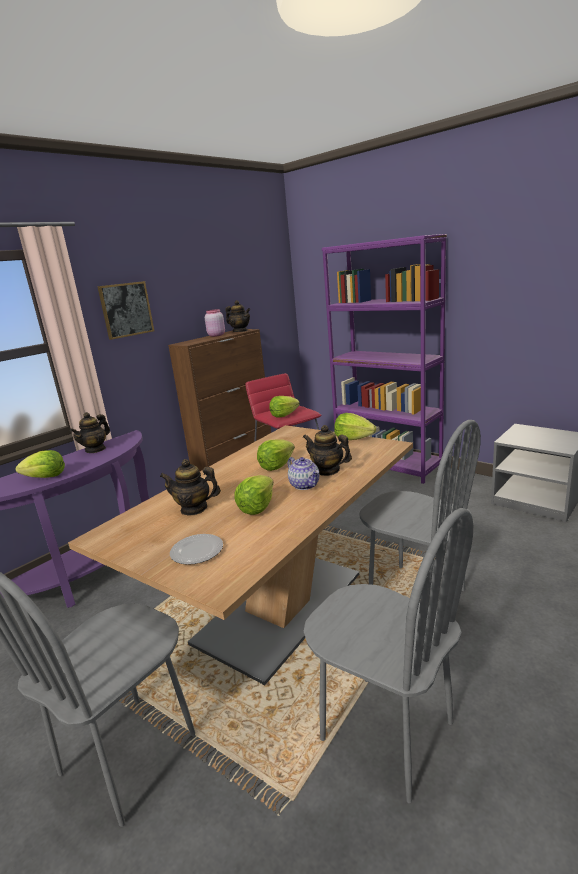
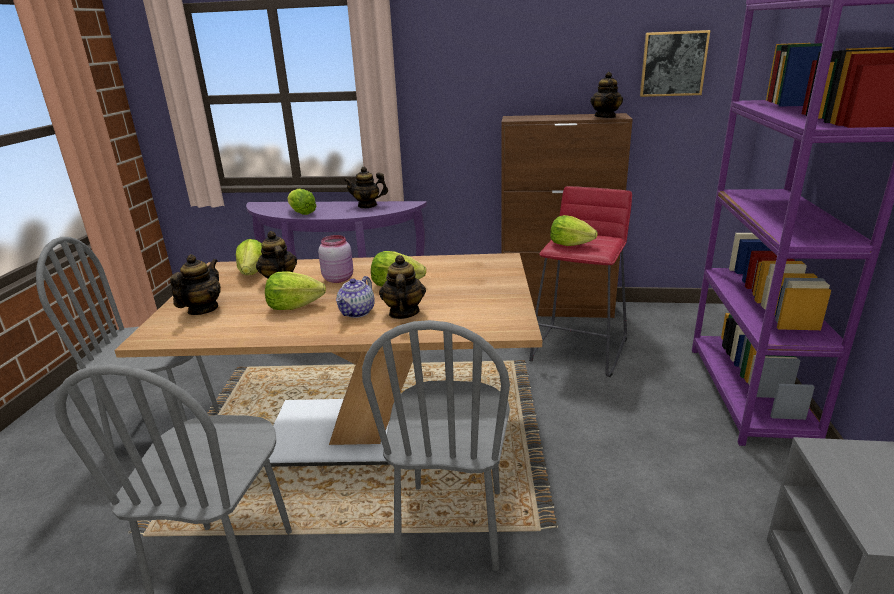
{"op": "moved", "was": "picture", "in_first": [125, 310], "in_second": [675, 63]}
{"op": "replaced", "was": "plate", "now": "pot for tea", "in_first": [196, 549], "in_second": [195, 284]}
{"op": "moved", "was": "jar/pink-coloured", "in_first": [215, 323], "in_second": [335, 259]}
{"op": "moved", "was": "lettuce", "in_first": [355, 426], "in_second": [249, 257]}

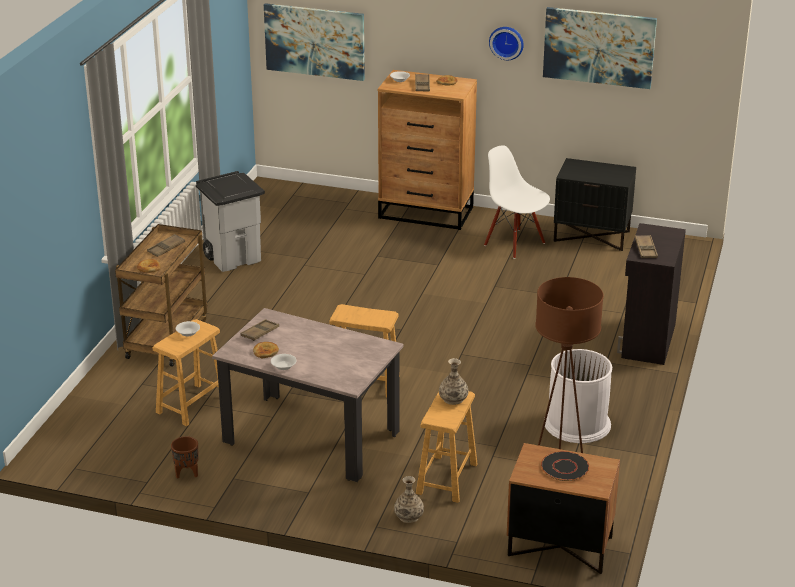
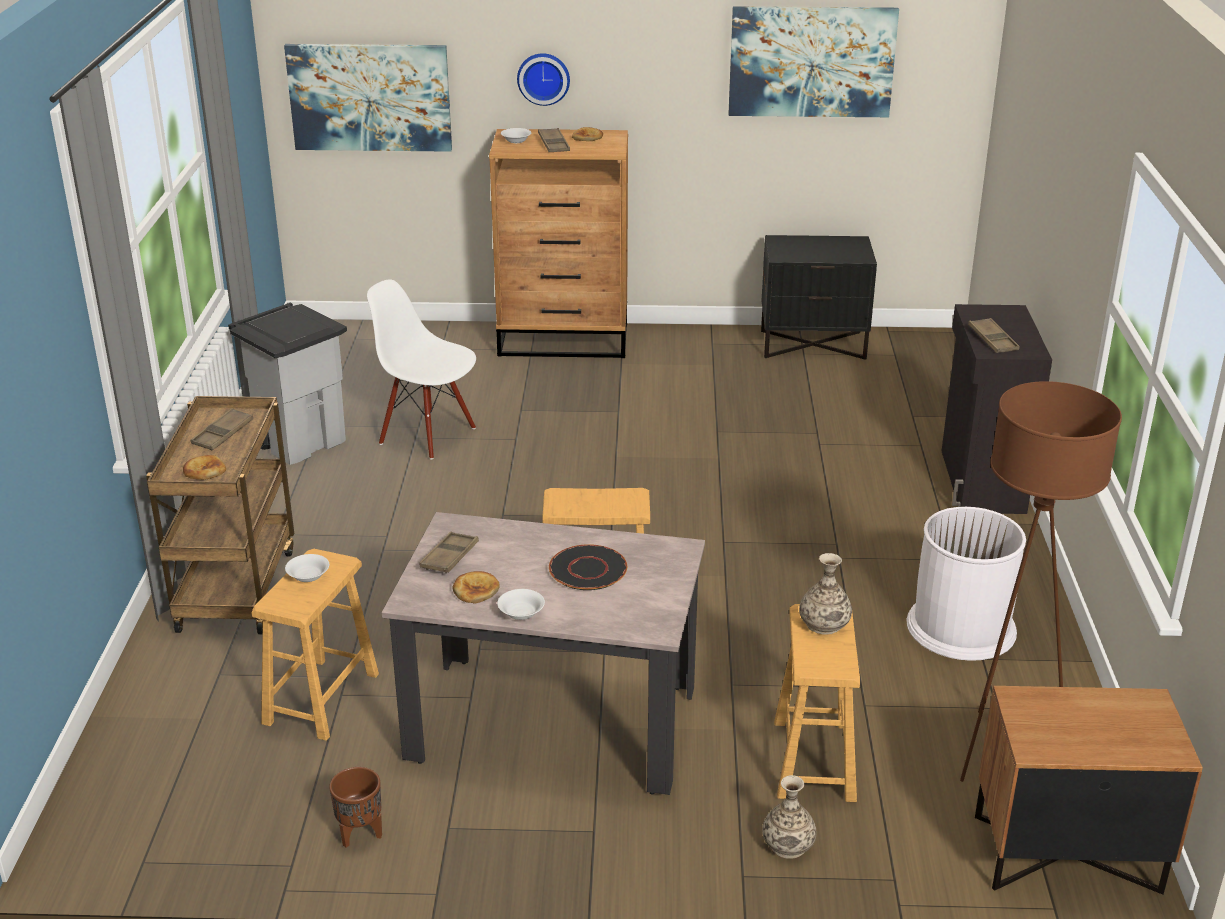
{"op": "moved", "was": "plain chair/white-coloured", "in_first": [517, 202], "in_second": [421, 369]}
{"op": "moved", "was": "wall clock", "in_first": [506, 43], "in_second": [543, 79]}
{"op": "moved", "was": "plate/black-coloured", "in_first": [565, 466], "in_second": [588, 567]}

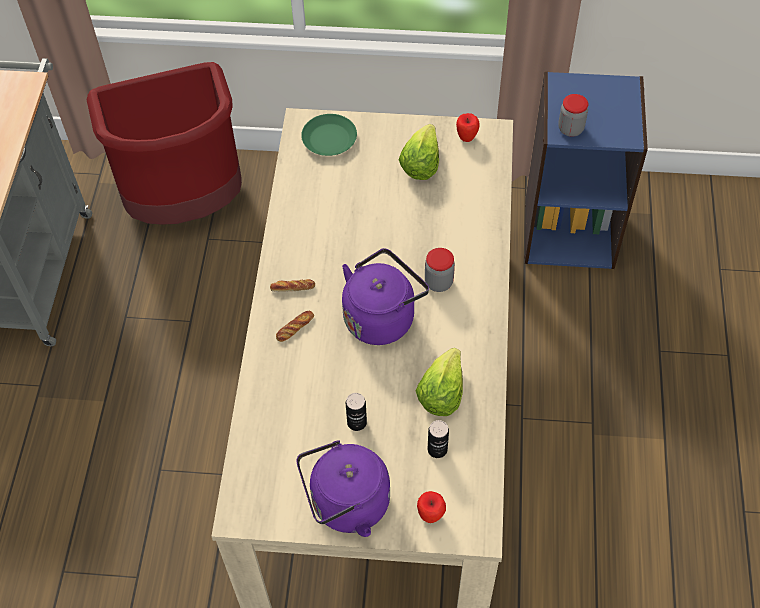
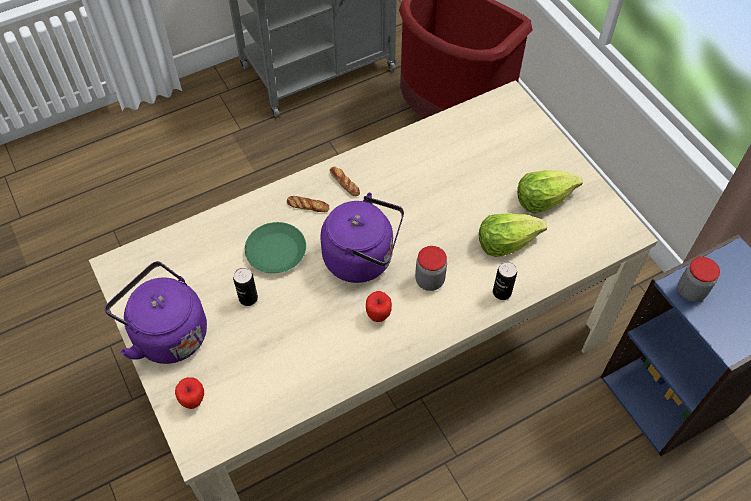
{"op": "moved", "was": "plate/green", "in_first": [329, 135], "in_second": [275, 248]}
{"op": "moved", "was": "lettuce", "in_first": [439, 382], "in_second": [513, 235]}
{"op": "moved", "was": "sealed can", "in_first": [438, 439], "in_second": [505, 281]}
{"op": "moved", "was": "apple", "in_first": [468, 127], "in_second": [379, 306]}

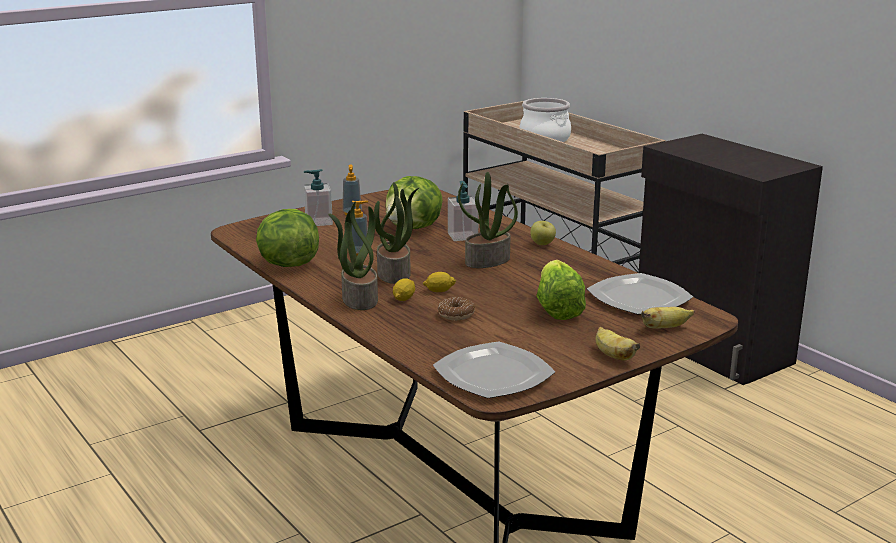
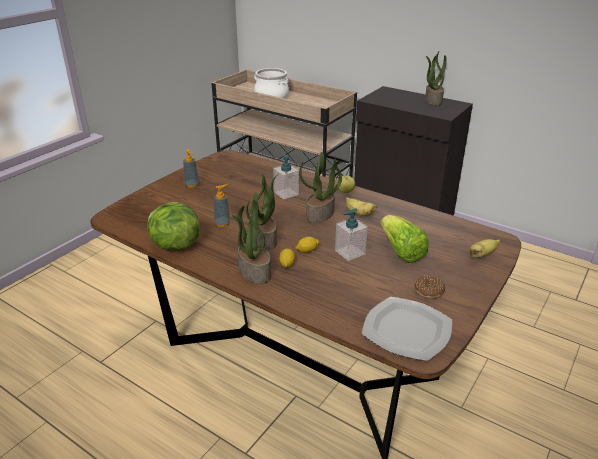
{"op": "moved", "was": "soap bottle", "in_first": [318, 197], "in_second": [351, 234]}
{"op": "removed", "was": "lettuce", "in_first": [414, 202]}
{"op": "moved", "was": "ring doughnut", "in_first": [456, 308], "in_second": [429, 287]}
{"op": "removed", "was": "plate", "in_first": [640, 293]}
{"op": "moved", "was": "banana fruit", "in_first": [617, 343], "in_second": [361, 206]}
{"op": "added", "now": "plant in a pot", "in_second": [436, 78]}

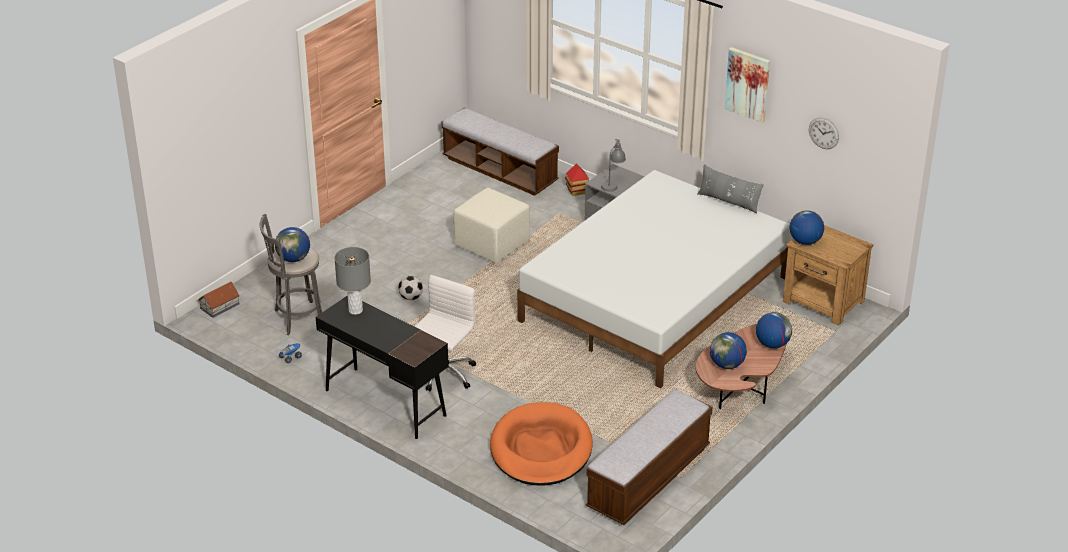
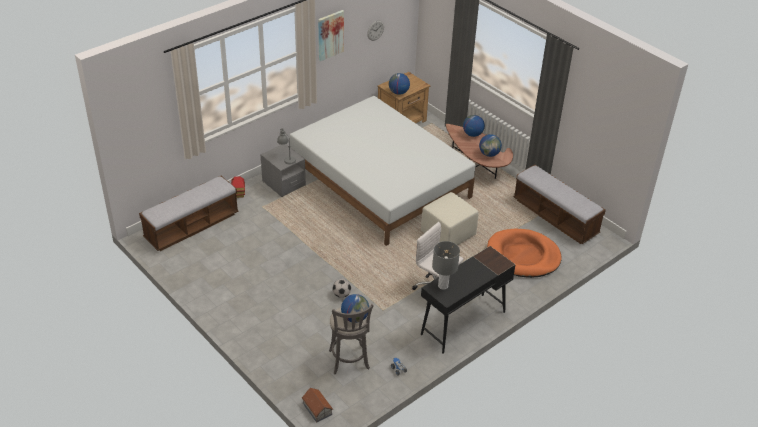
{"op": "moved", "was": "ottoman/beige-coloured", "in_first": [491, 226], "in_second": [449, 218]}
{"op": "removed", "was": "throw pillow/grey", "in_first": [730, 189]}

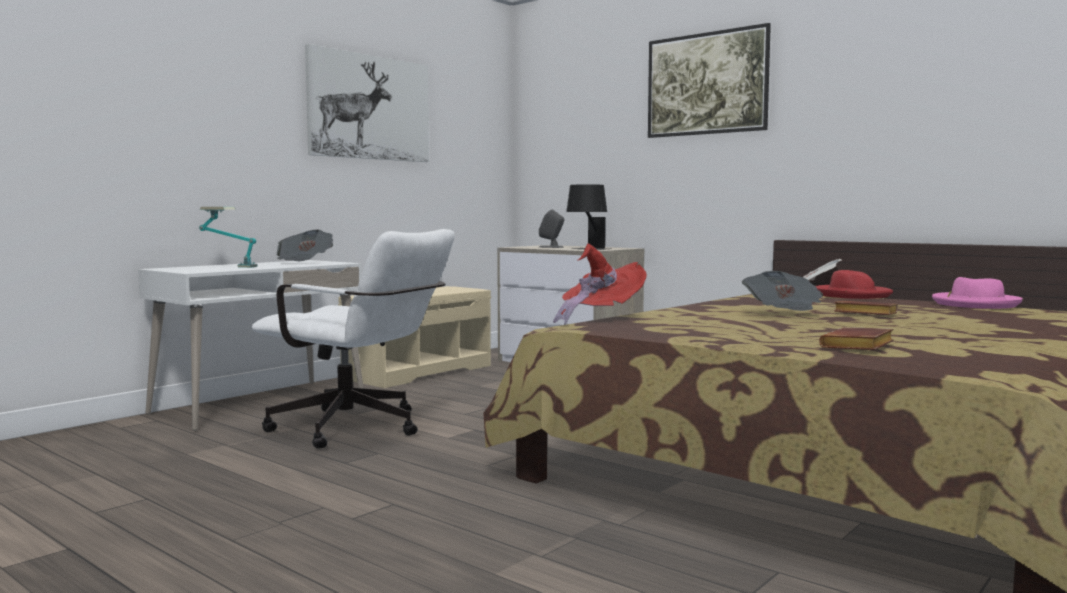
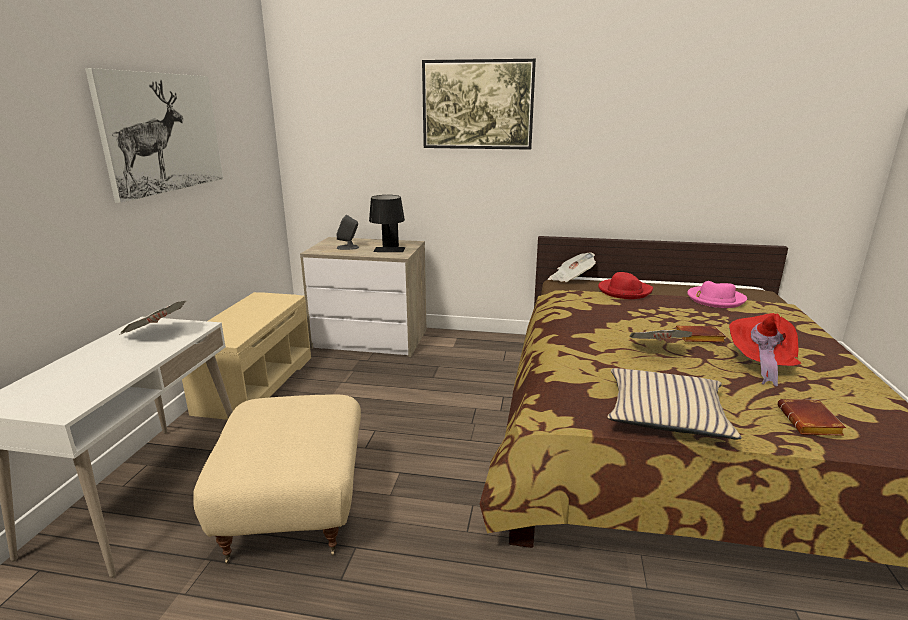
{"op": "removed", "was": "tabletop lamp", "in_first": [228, 237]}
{"op": "replaced", "was": "office chair/white-coloured", "now": "ottoman/beige-coloured", "in_first": [353, 339], "in_second": [277, 479]}
{"op": "moved", "was": "wearable hat/red-coloured", "in_first": [600, 284], "in_second": [765, 349]}
{"op": "added", "now": "throw pillow/beige-coloured", "in_second": [674, 403]}

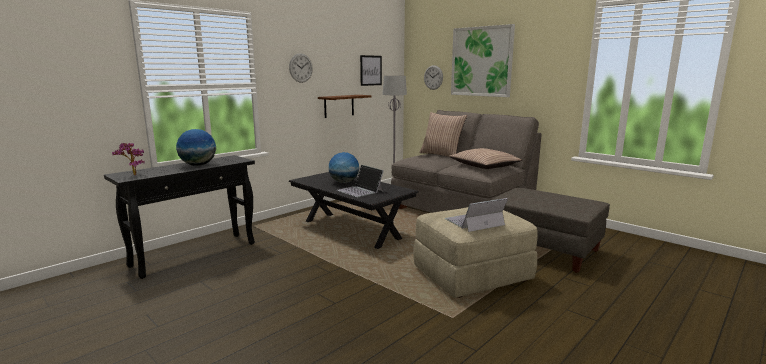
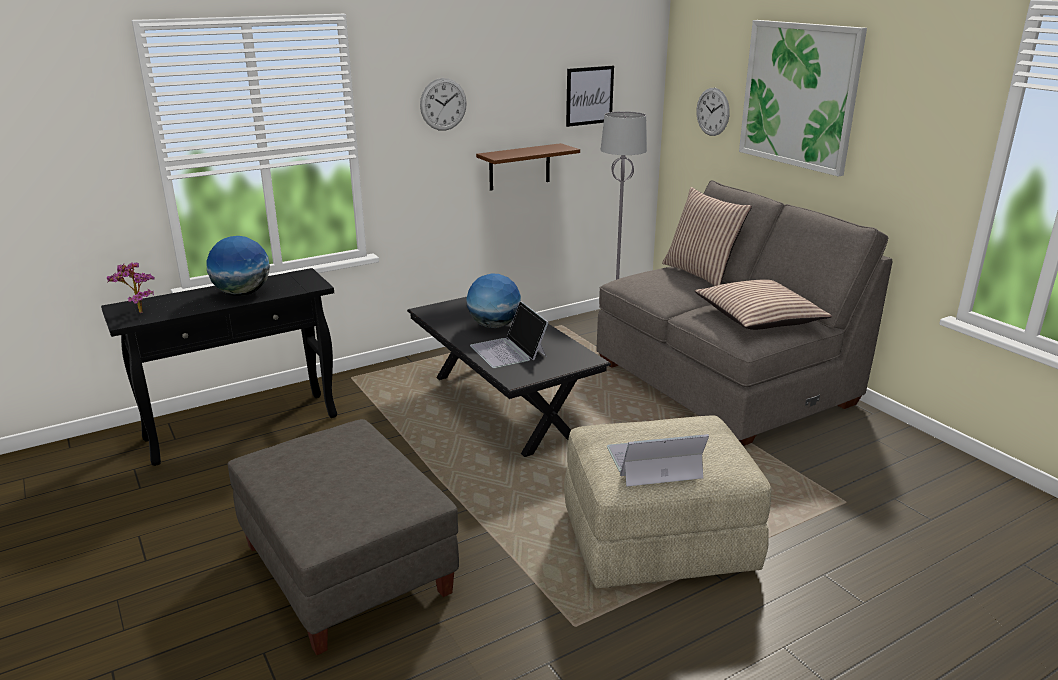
{"op": "moved", "was": "ottoman/grey", "in_first": [550, 230], "in_second": [343, 537]}

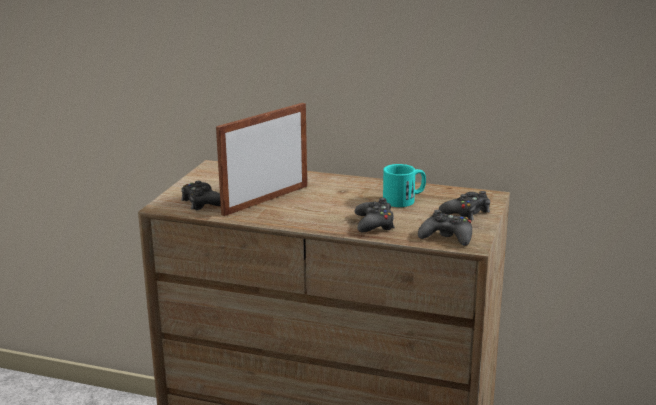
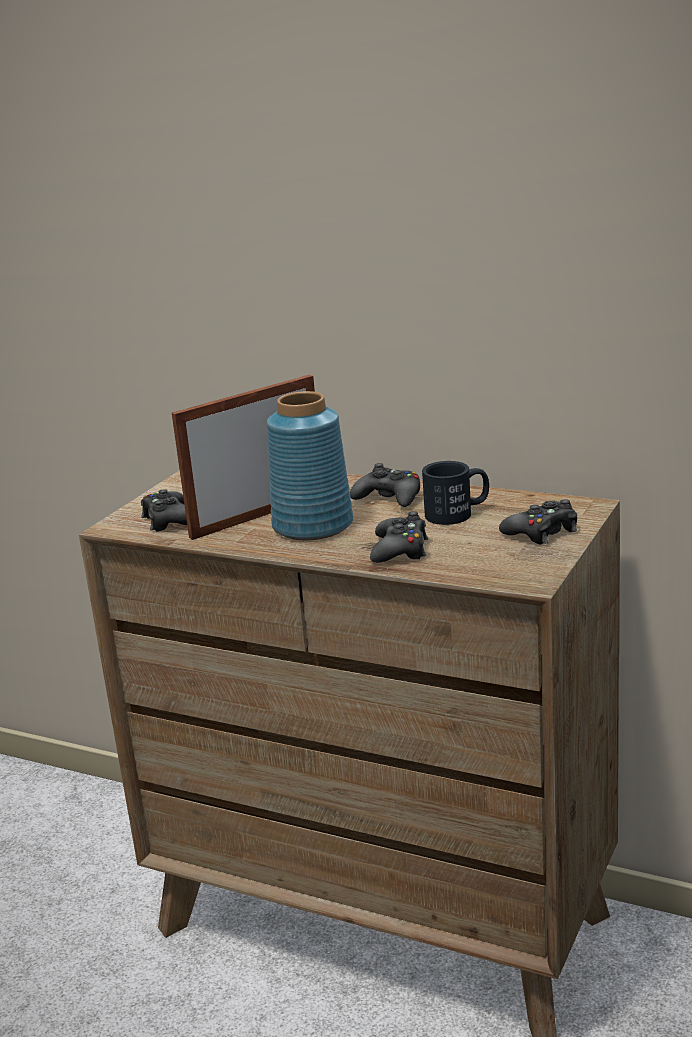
{"op": "recoloured", "was": "coffee mug/turquoise-coloured", "now": "coffee mug/black-coloured", "in_first": [404, 185], "in_second": [455, 493]}
{"op": "moved", "was": "gamepad/black-coloured", "in_first": [445, 228], "in_second": [385, 485]}
{"op": "added", "now": "decorative vase/bluish", "in_second": [310, 465]}

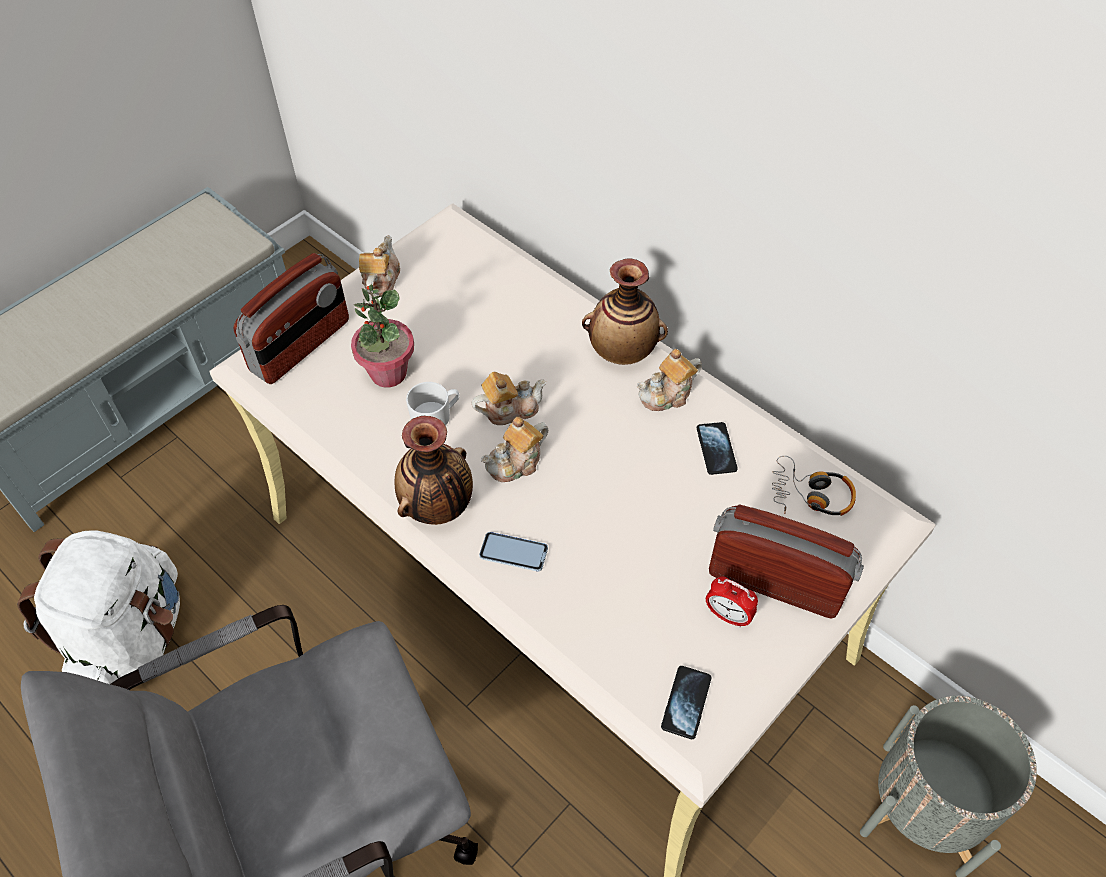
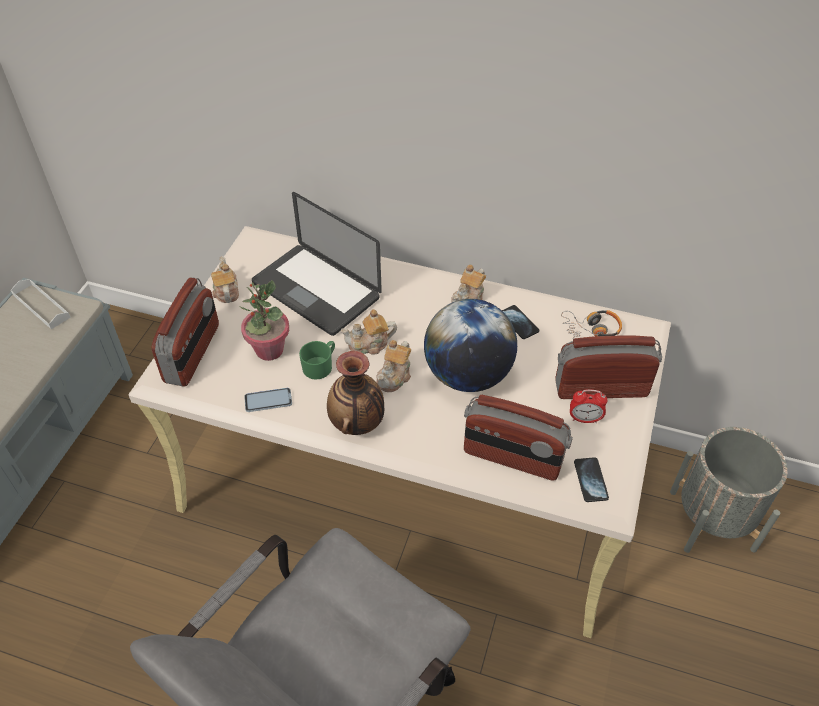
{"op": "removed", "was": "backpack/white-coloured", "in_first": [98, 607]}
{"op": "recoloured", "was": "coffee mug/white-coloured", "now": "coffee mug/green", "in_first": [433, 404], "in_second": [317, 360]}
{"op": "turned", "was": "pot for tea", "in_first": [509, 398], "in_second": [368, 331], "clockwise": -150}
{"op": "moved", "was": "handset", "in_first": [513, 552], "in_second": [268, 400]}
{"op": "removed", "was": "decorative vase", "in_first": [625, 312]}
{"op": "added", "now": "carrying tray/white-coloured", "in_second": [41, 304]}
{"op": "added", "now": "portable computer", "in_second": [317, 264]}
{"op": "added", "now": "world globe", "in_second": [470, 345]}
{"op": "added", "now": "radio receiver", "in_second": [518, 438]}

